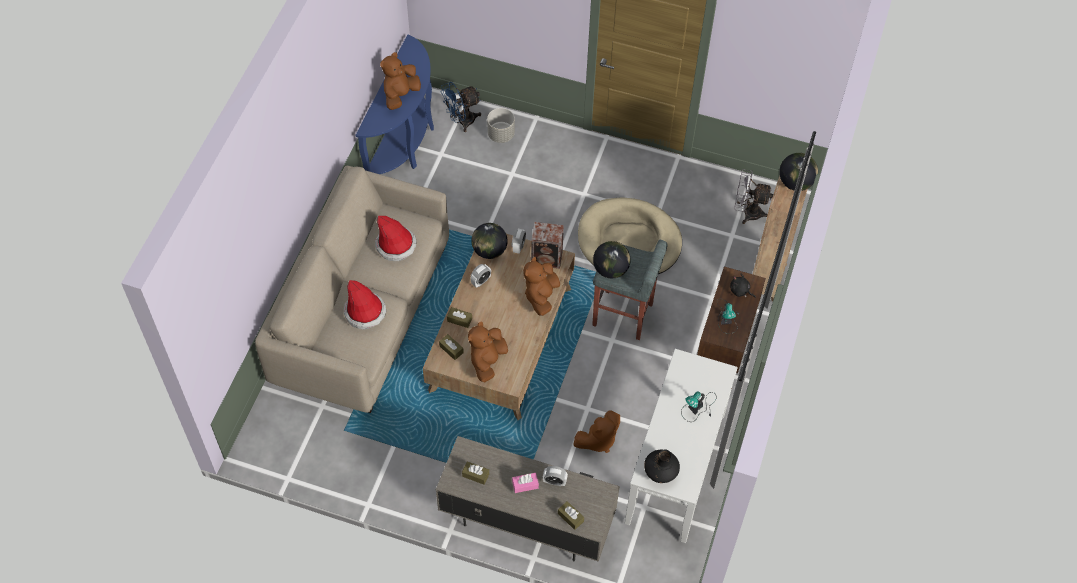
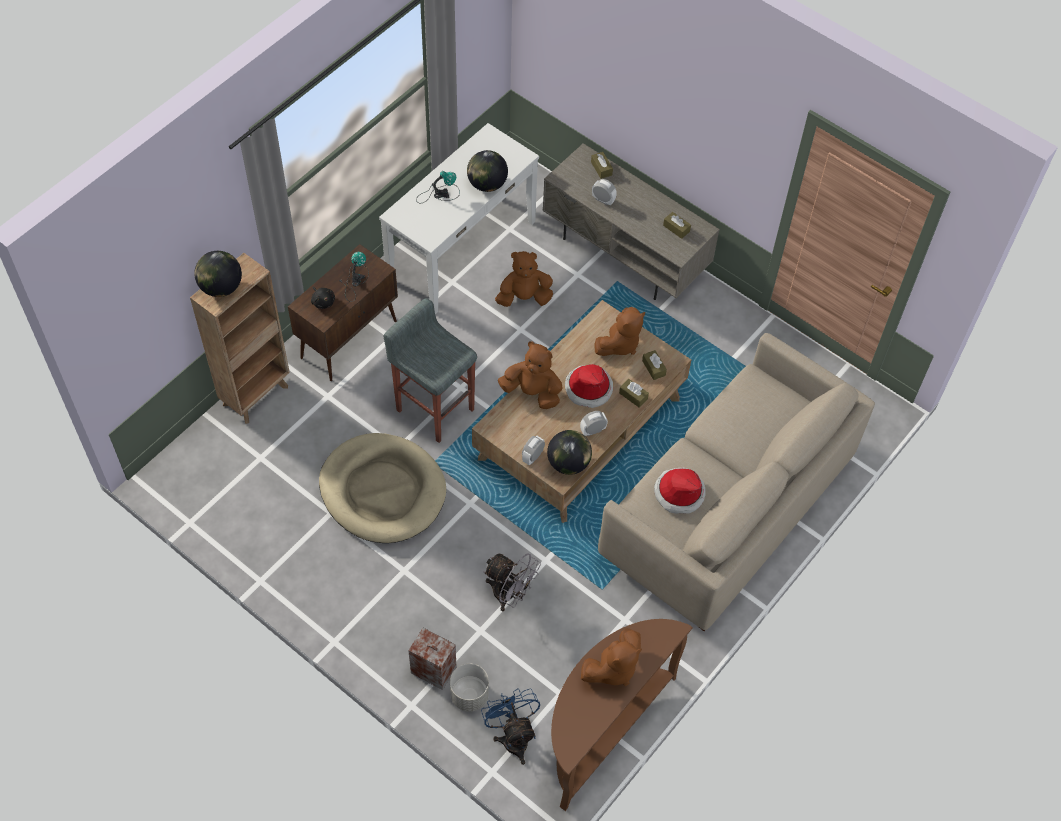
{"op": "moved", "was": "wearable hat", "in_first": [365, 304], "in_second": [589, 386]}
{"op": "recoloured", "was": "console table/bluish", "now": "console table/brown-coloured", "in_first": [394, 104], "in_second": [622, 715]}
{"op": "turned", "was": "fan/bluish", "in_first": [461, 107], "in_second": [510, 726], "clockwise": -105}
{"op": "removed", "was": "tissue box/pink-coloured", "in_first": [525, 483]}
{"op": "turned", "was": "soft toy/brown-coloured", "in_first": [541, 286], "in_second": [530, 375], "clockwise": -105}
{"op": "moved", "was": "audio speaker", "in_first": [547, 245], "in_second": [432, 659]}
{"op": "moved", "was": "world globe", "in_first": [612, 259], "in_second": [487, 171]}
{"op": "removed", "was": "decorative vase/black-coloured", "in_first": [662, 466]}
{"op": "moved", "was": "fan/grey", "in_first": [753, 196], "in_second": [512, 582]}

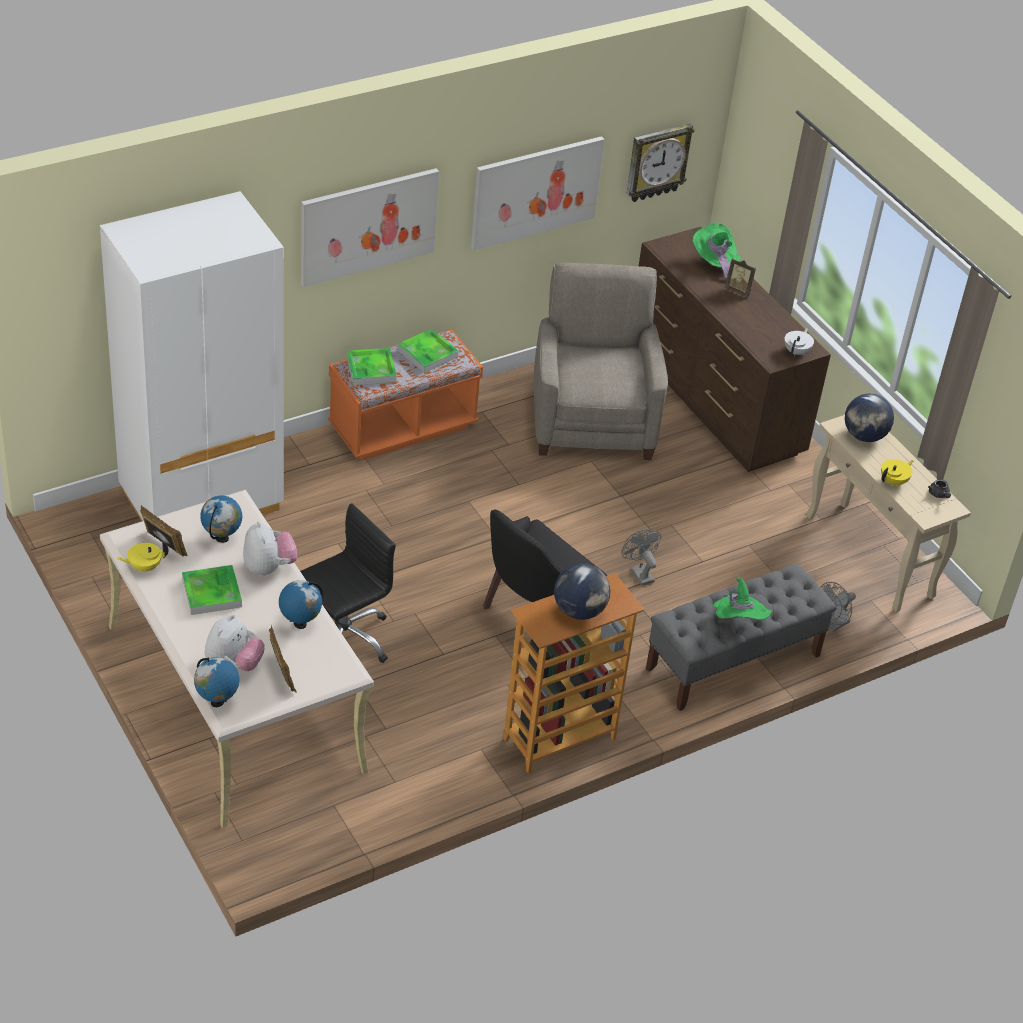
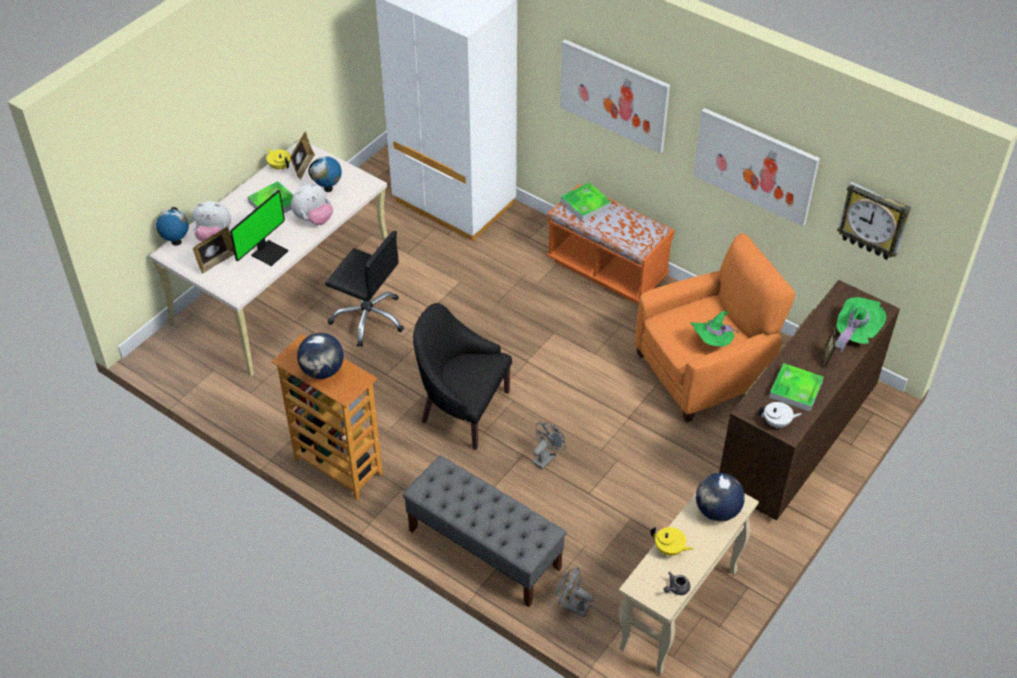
{"op": "replaced", "was": "world globe", "now": "computer screen", "in_first": [301, 604], "in_second": [259, 228]}
{"op": "moved", "was": "carrying tray", "in_first": [428, 351], "in_second": [796, 387]}
{"op": "recoloured", "was": "armchair/beige-coloured", "now": "armchair/orange", "in_first": [601, 361], "in_second": [715, 328]}
{"op": "moved", "was": "wearable hat/green", "in_first": [742, 599], "in_second": [714, 329]}

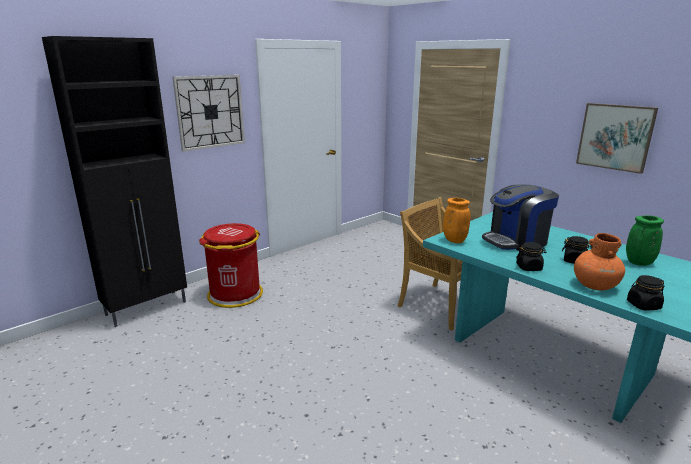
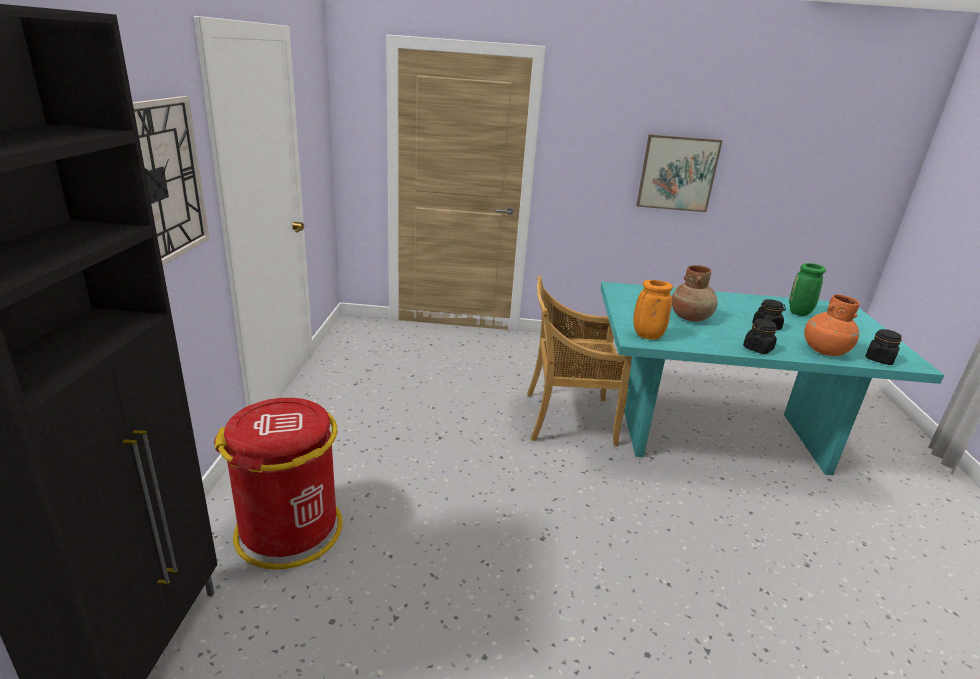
{"op": "replaced", "was": "coffee machine", "now": "decorative vase/brown-coloured", "in_first": [520, 217], "in_second": [695, 293]}

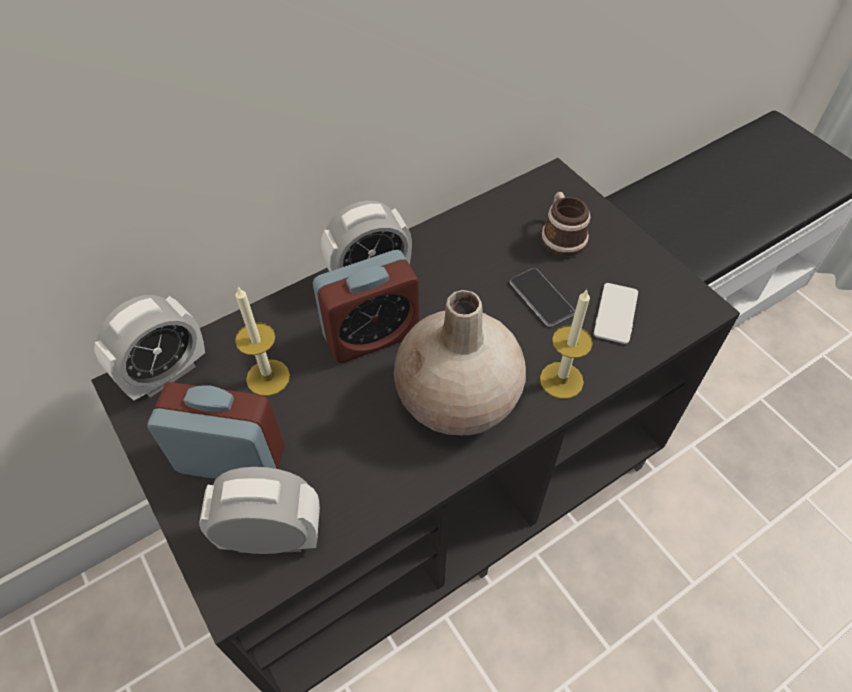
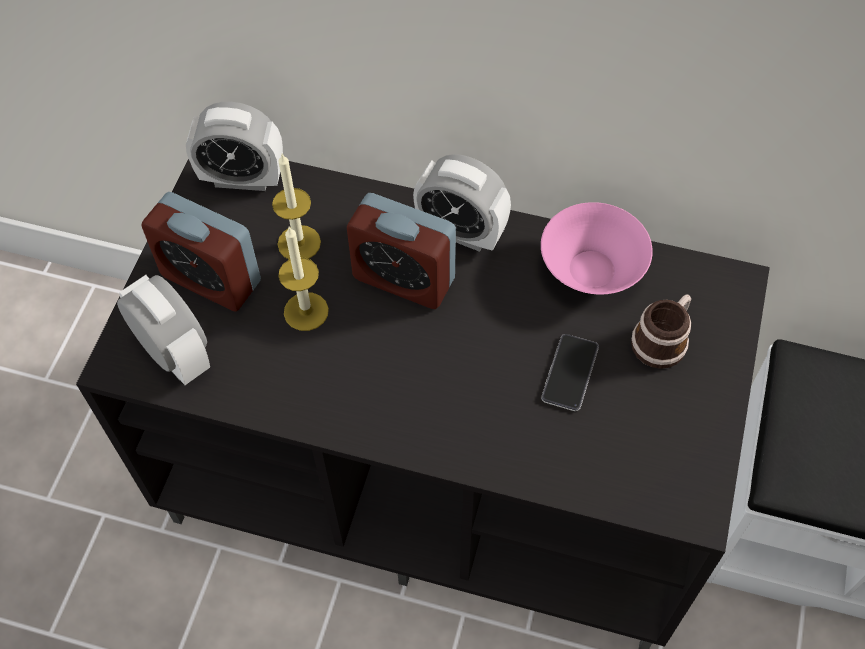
{"op": "turned", "was": "bedside clock", "in_first": [216, 430], "in_second": [201, 252], "clockwise": 150}
{"op": "removed", "was": "decorative vase/beige-coloured", "in_first": [460, 362]}
{"op": "moved", "was": "wax light", "in_first": [566, 344], "in_second": [303, 279]}
{"op": "removed", "was": "handset", "in_first": [616, 313]}
{"op": "added", "now": "serving bowl/pink-coloured", "in_second": [597, 248]}

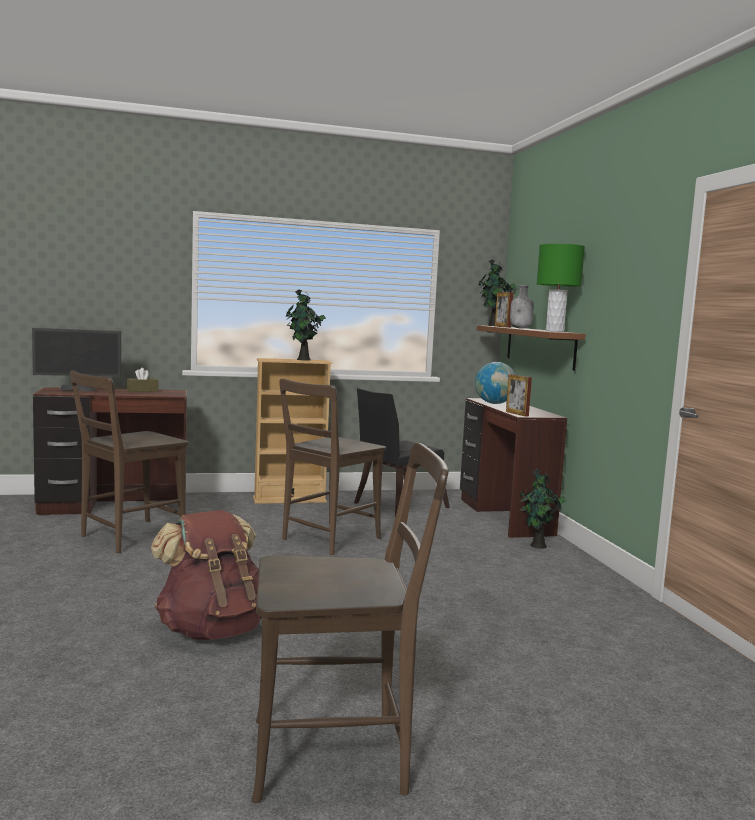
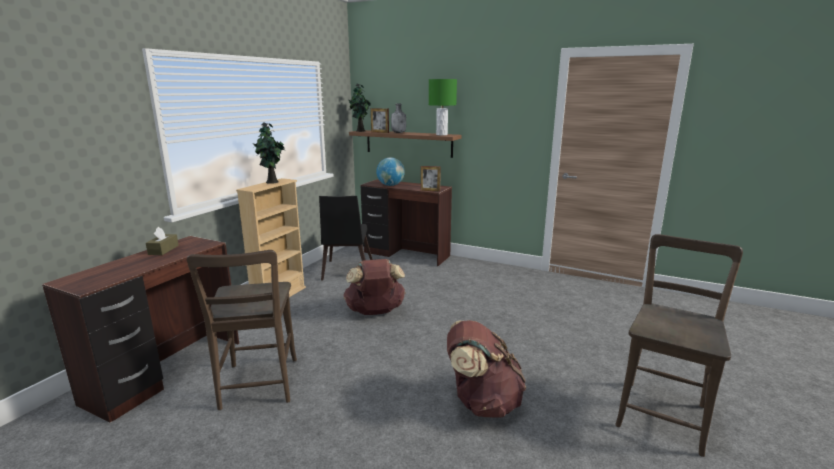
{"op": "removed", "was": "computer screen", "in_first": [76, 359]}
{"op": "replaced", "was": "plain chair/brown-coloured", "now": "backpack/brown-coloured", "in_first": [332, 467], "in_second": [375, 287]}
{"op": "removed", "was": "plant in a pot", "in_first": [542, 509]}

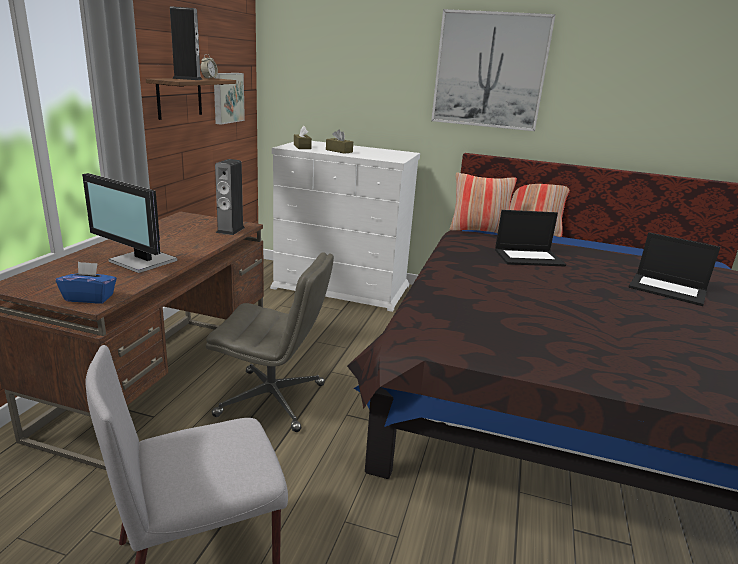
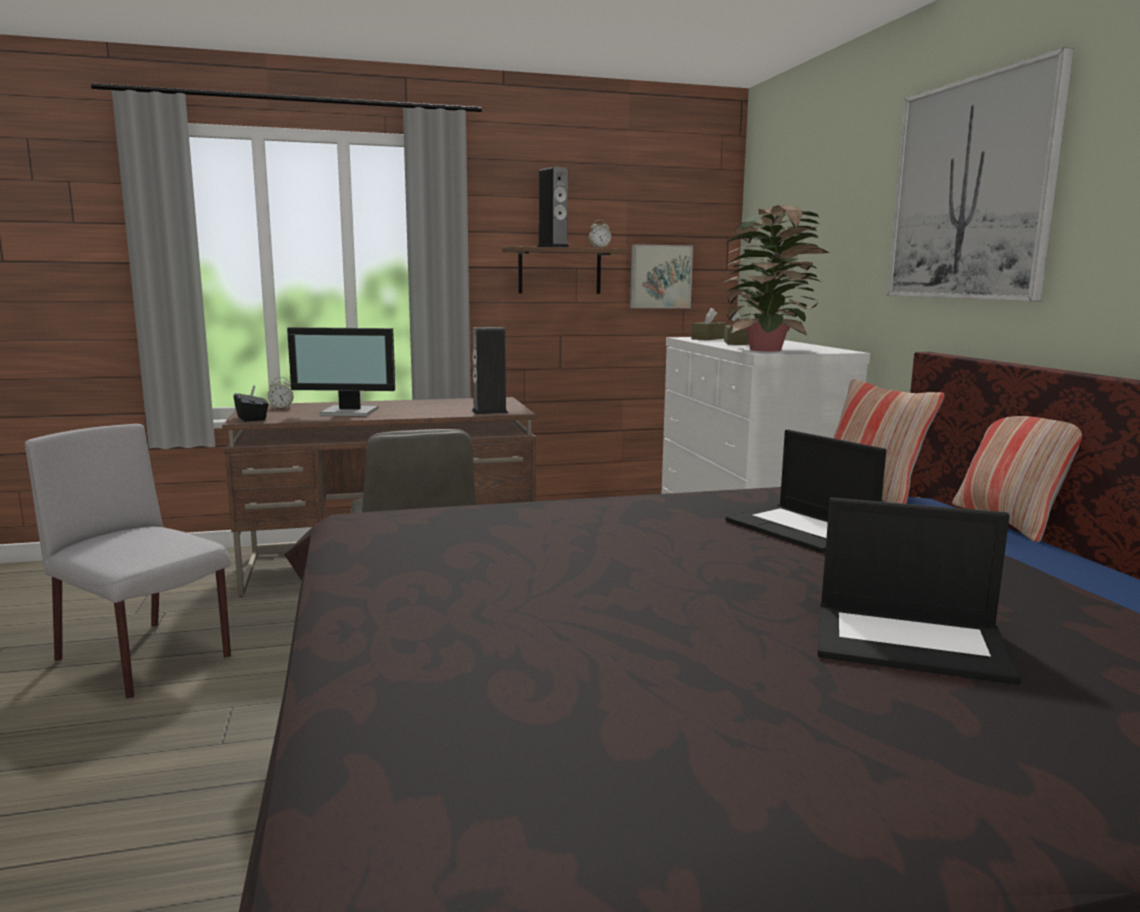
{"op": "recoloured", "was": "tissue box/bluish", "now": "tissue box/black-coloured", "in_first": [86, 282], "in_second": [251, 403]}
{"op": "turned", "was": "computer screen", "in_first": [129, 223], "in_second": [341, 371], "clockwise": -90}
{"op": "turned", "was": "portable computer", "in_first": [674, 269], "in_second": [919, 591], "clockwise": -75}
{"op": "added", "now": "bedside clock", "in_second": [280, 393]}
{"op": "added", "now": "plant in a pot", "in_second": [776, 278]}

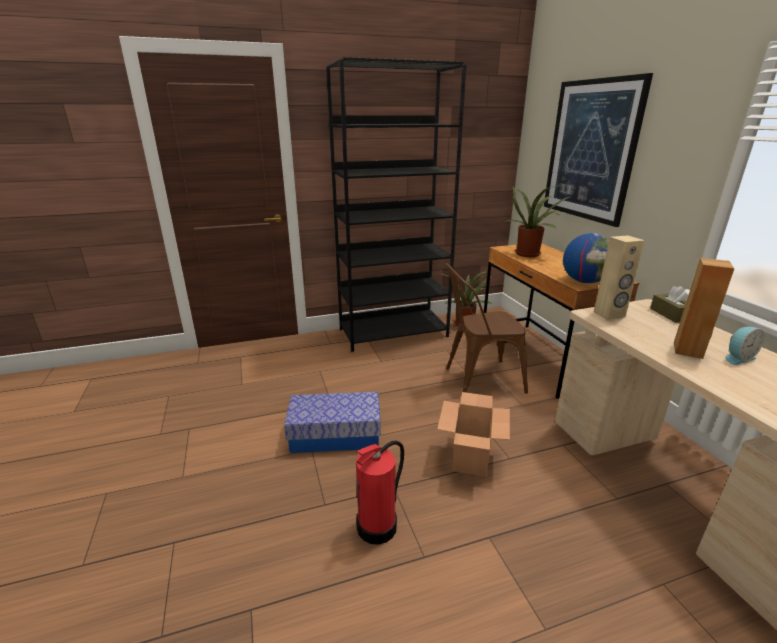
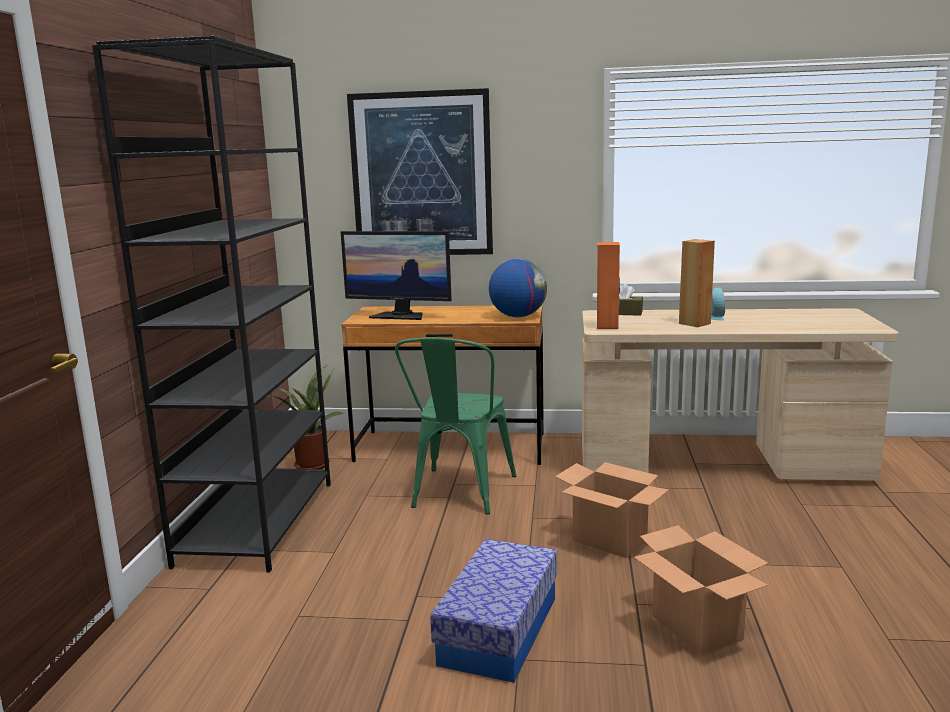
{"op": "replaced", "was": "extinguisher", "now": "packing box", "in_first": [380, 493], "in_second": [701, 590]}
{"op": "recoloured", "was": "plain chair/brown-coloured", "now": "plain chair/green", "in_first": [486, 328], "in_second": [455, 426]}
{"op": "replaced", "was": "plant in a pot", "now": "computer screen", "in_first": [538, 221], "in_second": [396, 275]}
{"op": "recoloured", "was": "audio speaker/beige-coloured", "now": "audio speaker/orange", "in_first": [619, 277], "in_second": [608, 285]}

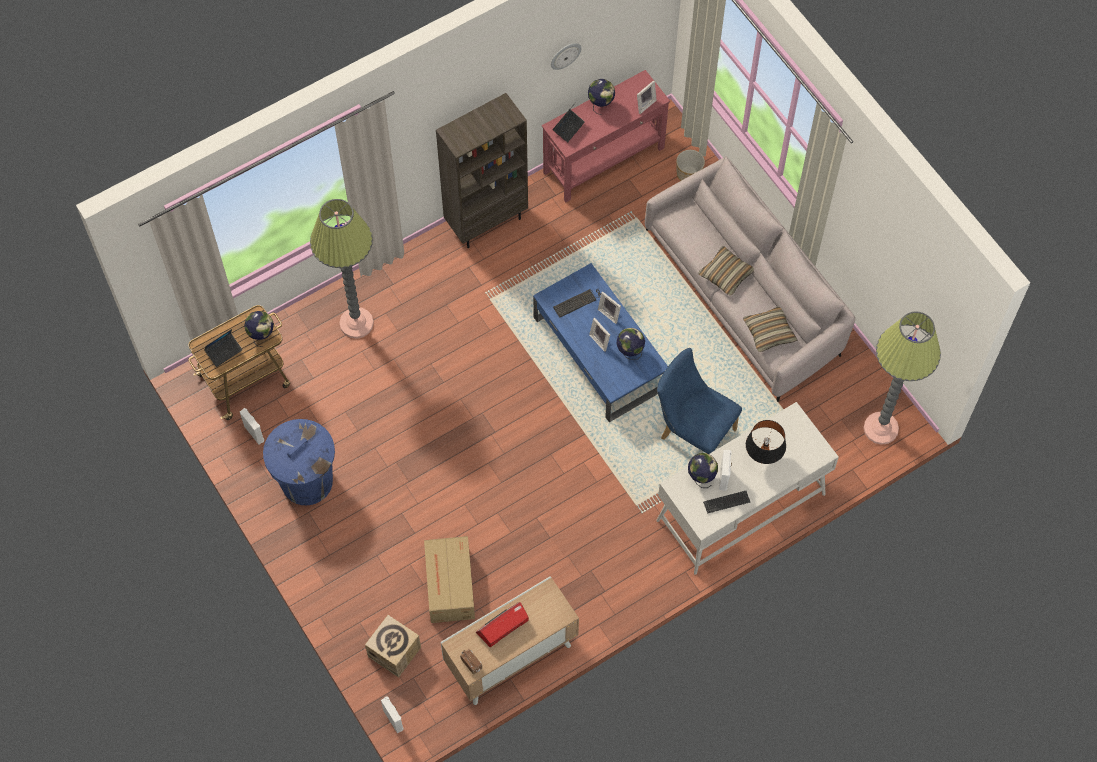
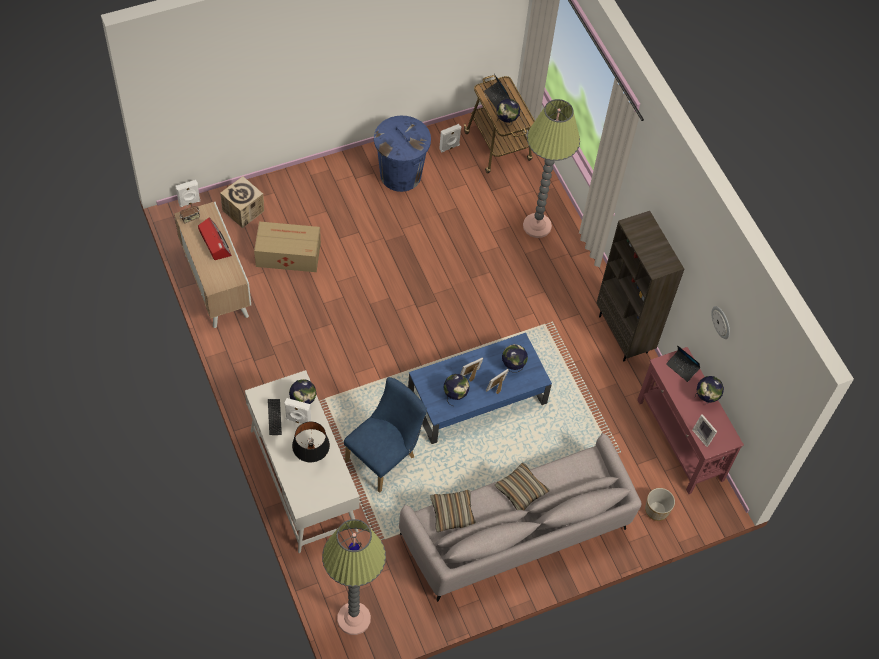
{"op": "replaced", "was": "PC keyboard", "now": "world globe", "in_first": [582, 303], "in_second": [515, 358]}

